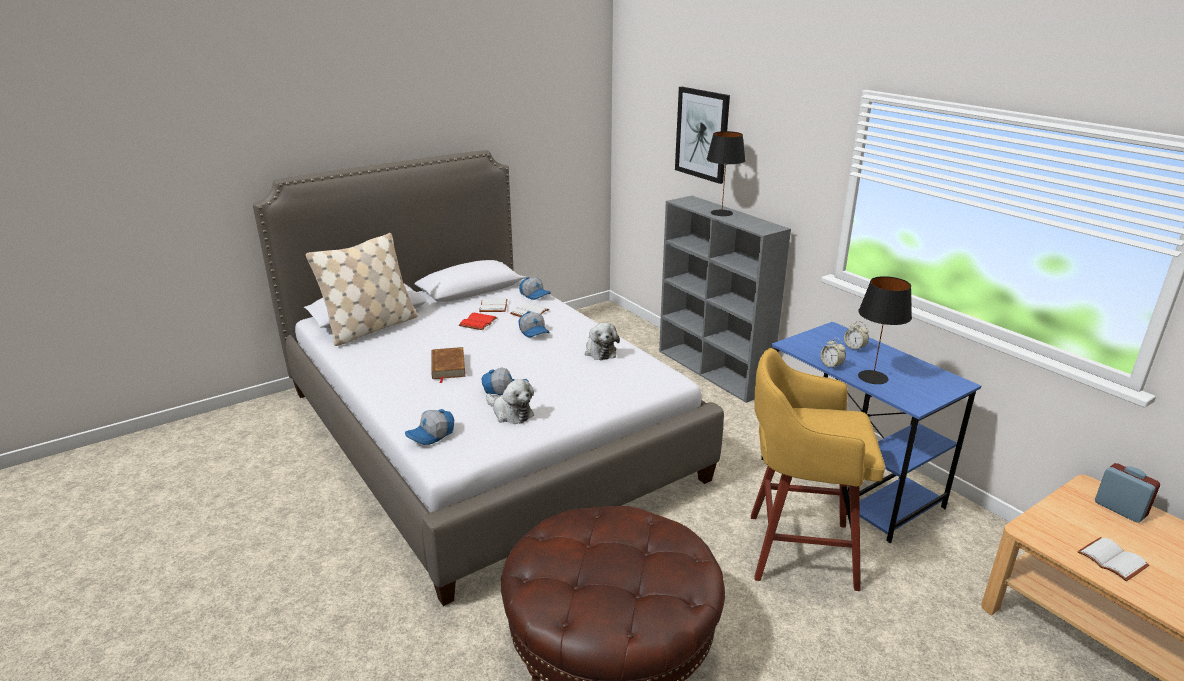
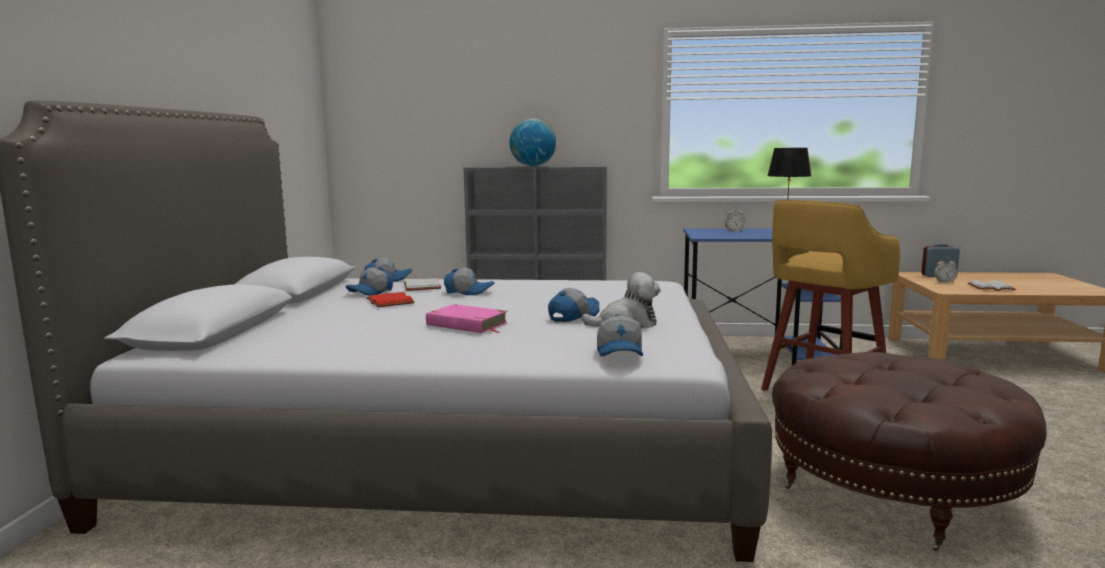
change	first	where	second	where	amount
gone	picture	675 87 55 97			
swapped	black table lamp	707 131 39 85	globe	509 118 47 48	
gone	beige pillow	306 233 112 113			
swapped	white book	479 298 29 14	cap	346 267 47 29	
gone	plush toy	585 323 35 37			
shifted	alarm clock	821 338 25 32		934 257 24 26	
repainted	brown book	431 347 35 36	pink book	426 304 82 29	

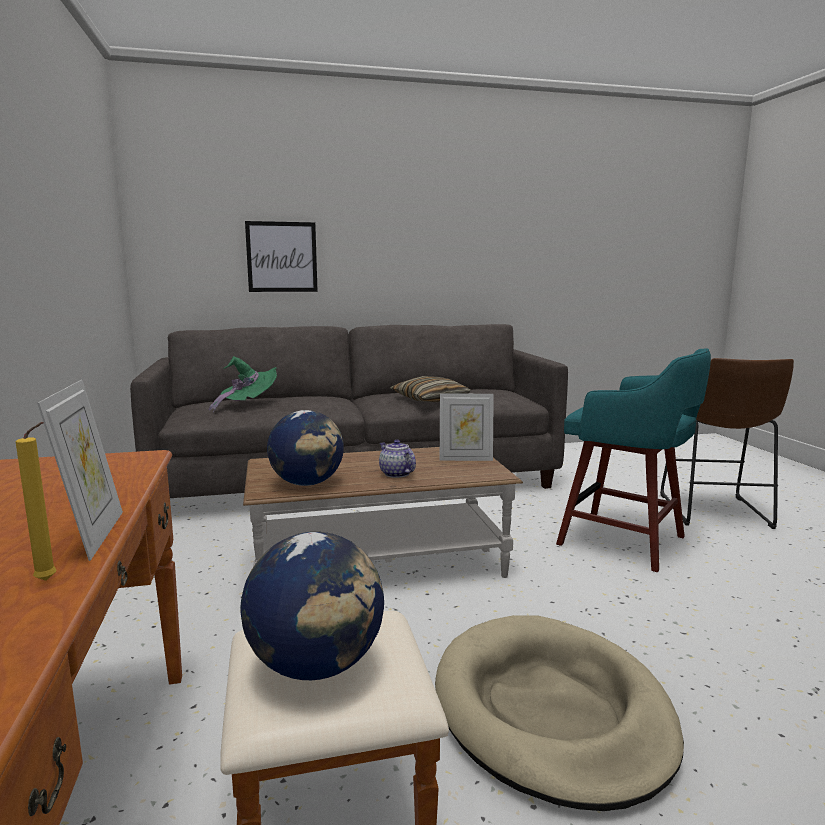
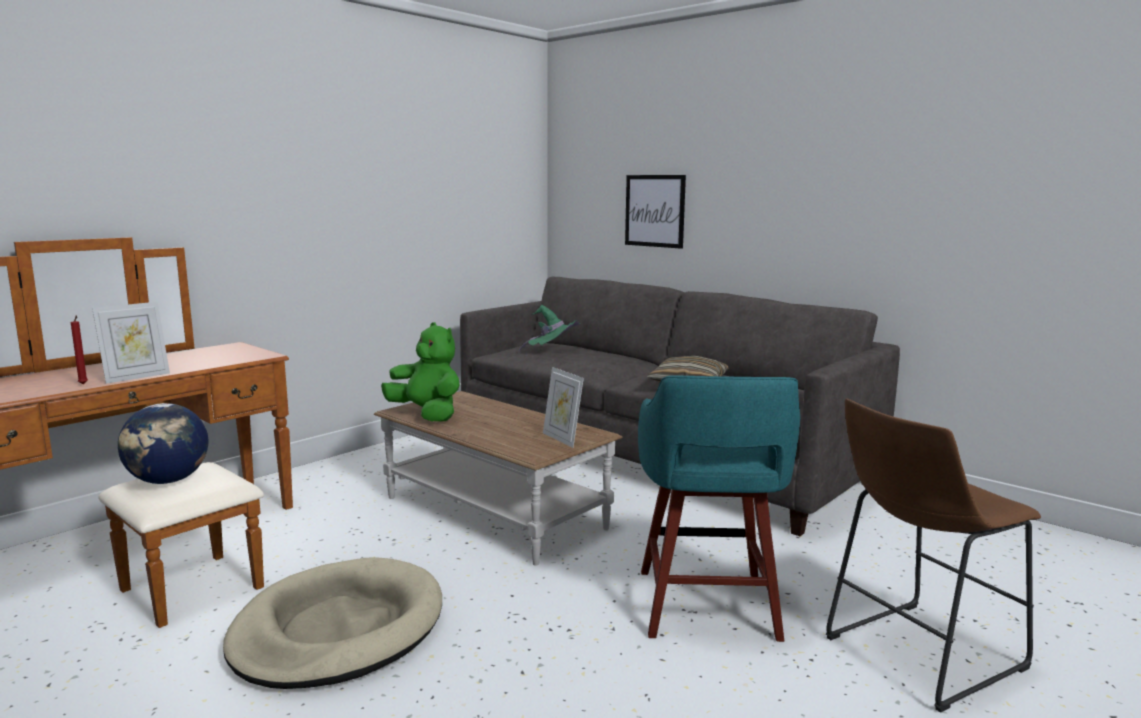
change	first	where	second	where	amount
swapped	globe	267 410 77 76	green plush toy	381 322 79 100	
repainted	yellow candle	16 422 41 159	red candle	71 316 17 68	
gone	teapot	379 440 37 38			

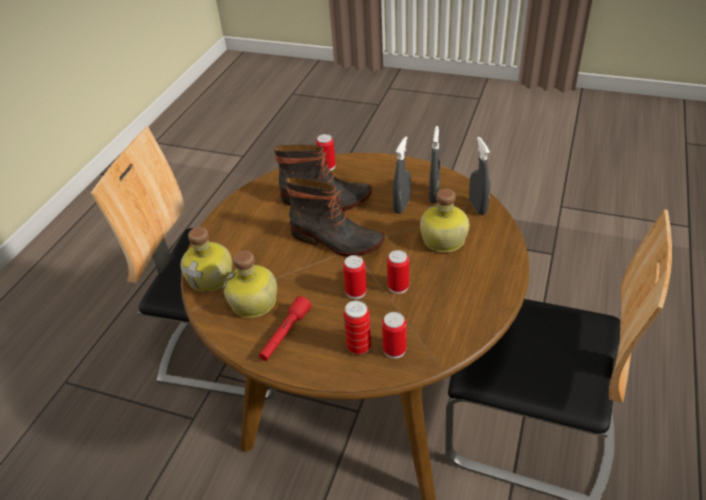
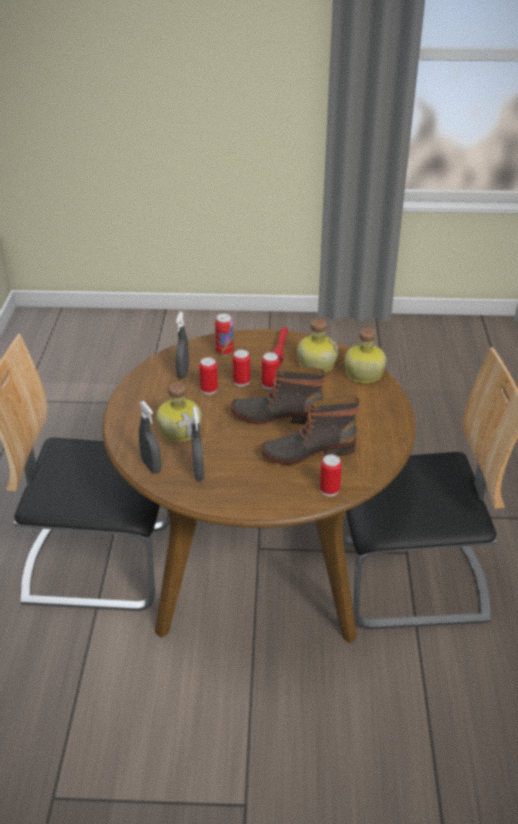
change	first	where	second	where	amount
shifted	grey spray bottle	393 136 18 78		176 312 13 67	
shifted	can	382 312 25 46		262 352 17 37	

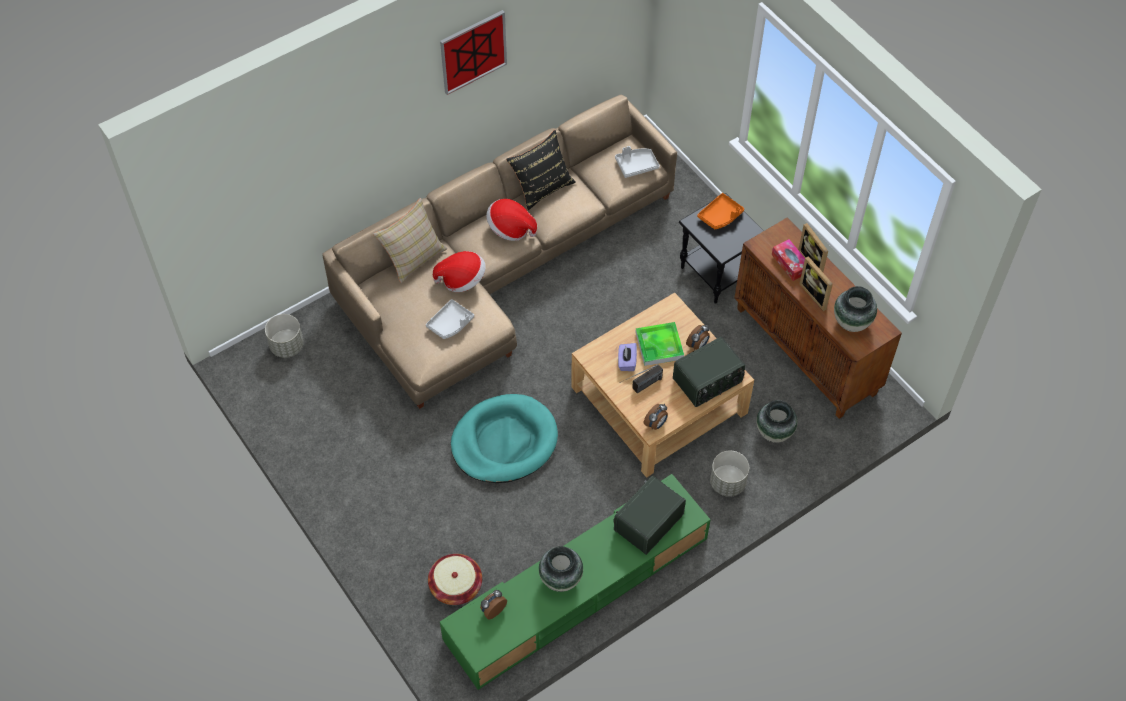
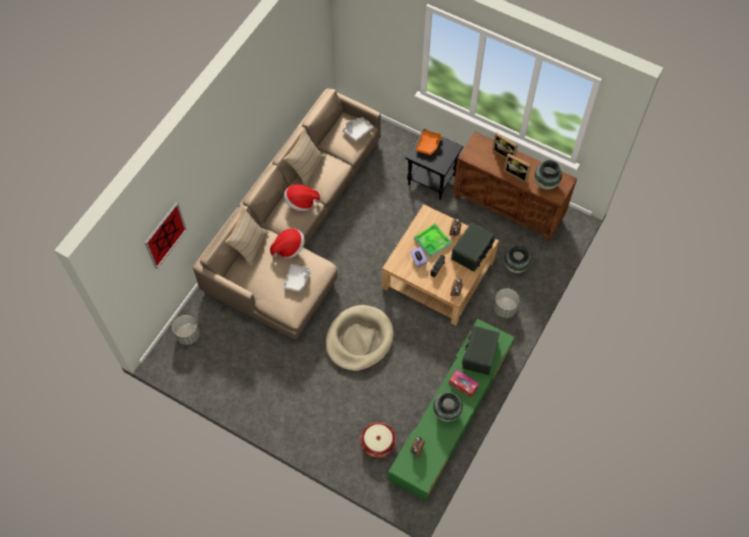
change	first	where	second	where	amount
shifted	picture	440 10 67 85		144 202 43 67	
repainted	black pillow	506 130 70 80	beige pillow	283 128 43 58	
shifted	tissue box	772 239 33 42		449 370 30 27	
repainted	turquoise dog bed	451 394 107 89	beige dog bed	325 305 69 66	

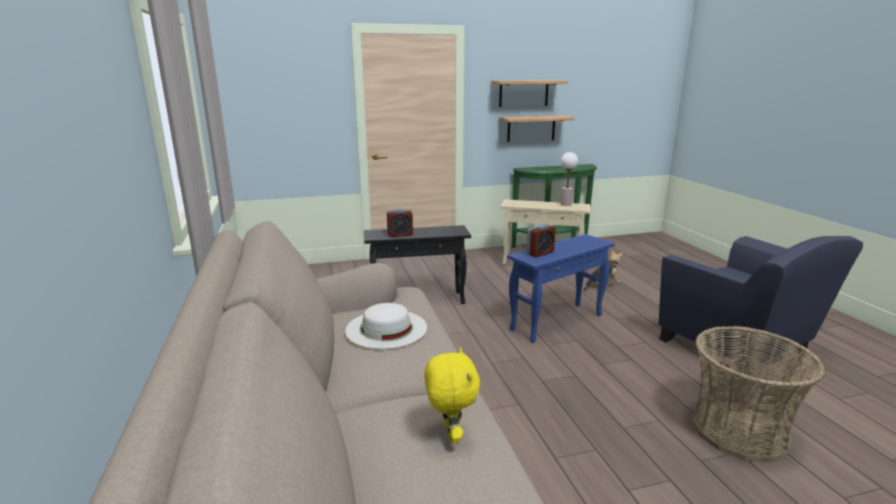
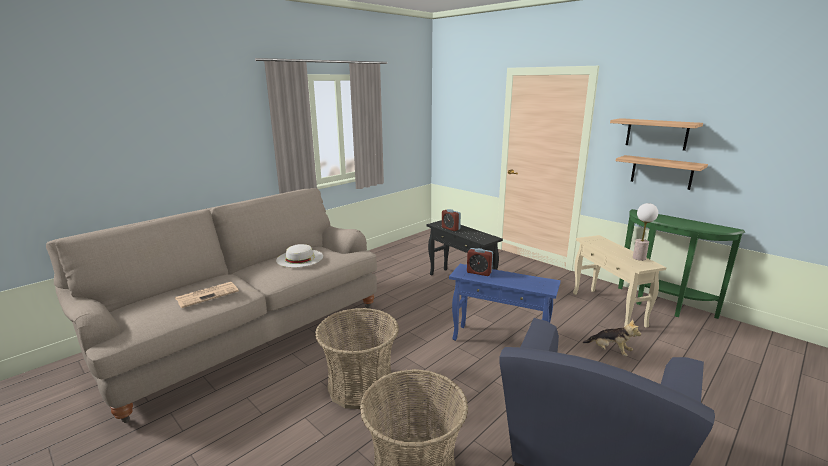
change	first	where	second	where	amount
swapped	yellow plush toy	424 348 56 95	newspaper	175 282 64 26	
new			basket	315 308 84 101	

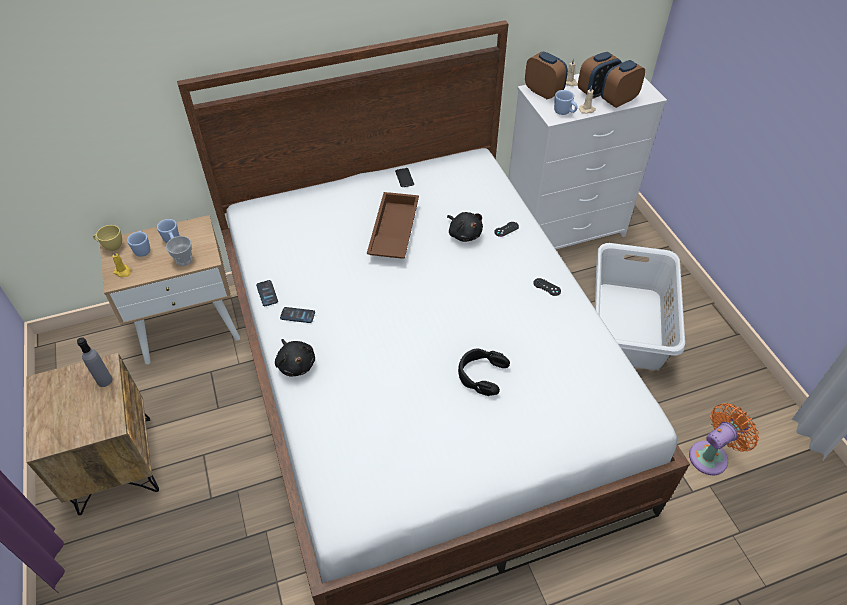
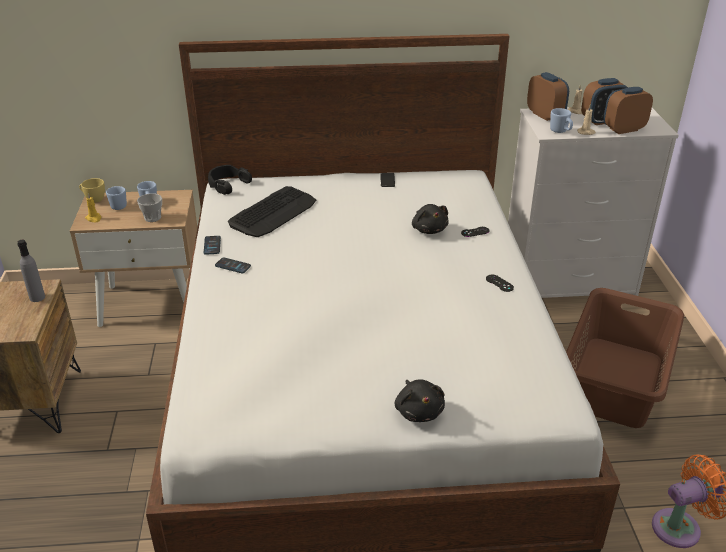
change	first	where	second	where	amount
gone	brown tray	367 192 52 67			
repainted	grey laundry basket	595 243 90 127	brown laundry basket	566 288 118 140	
shifted	black plush toy	275 339 40 38		395 379 50 43	
shifted	black headphones	458 348 52 48		208 165 44 30	
new			keyboard	228 186 88 51	

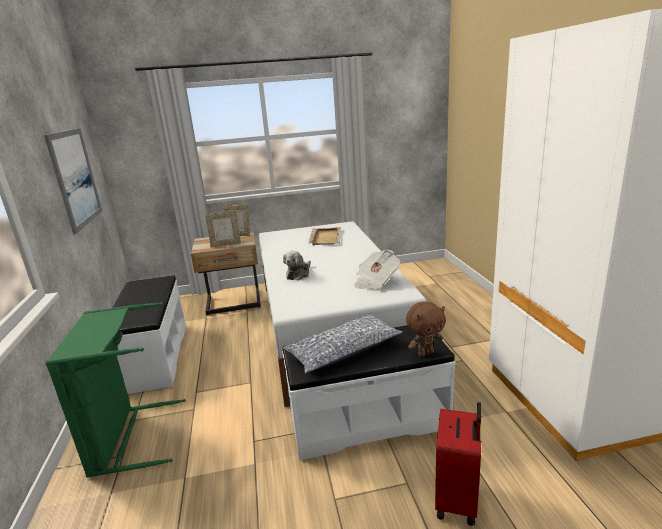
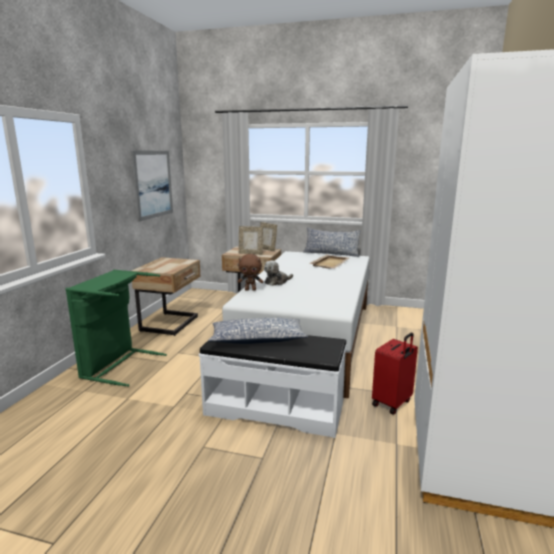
change	first	where	second	where	amount
gone	newspaper	354 250 46 39			
swapped	white bench	112 275 74 119	beige nightstand	132 257 68 79	
shifted	brown plush toy	406 301 40 56		238 254 25 37	
shifted	red suitcase	435 402 46 124		372 333 46 81	
new			pillow	303 227 58 30	

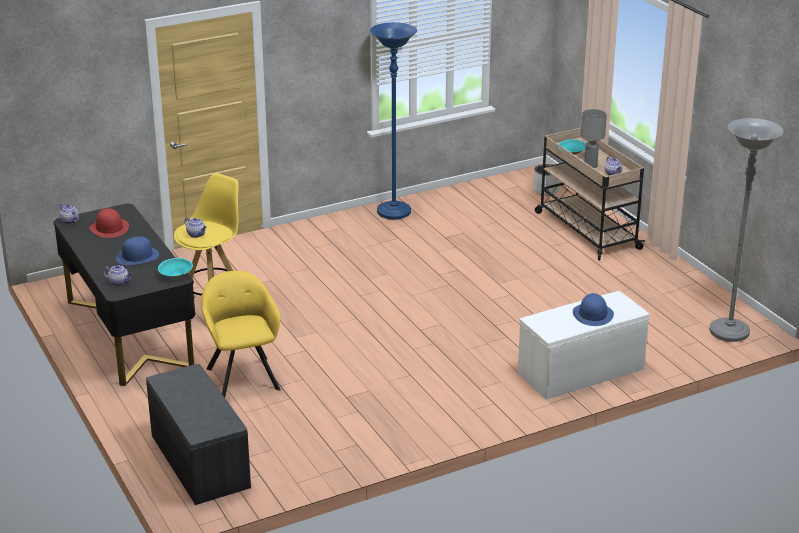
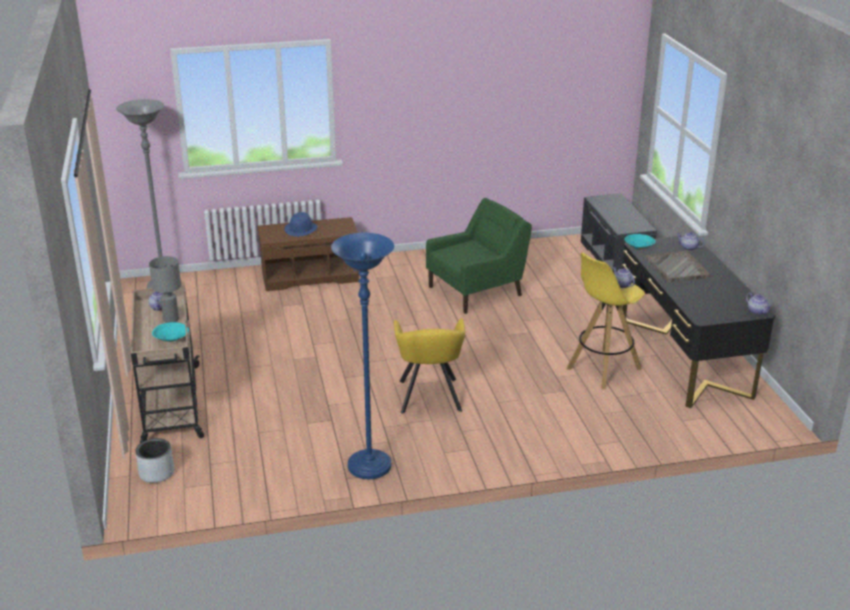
change	first	where	second	where	amount
gone	red hat	90 208 39 30			
swapped	blue hat	116 236 43 29	grey tray	645 251 65 31	
shifted	yellow armchair	201 271 80 127		394 318 71 96	
repainted	white bench	518 291 131 109	brown bench	258 217 101 74	
new			green armchair	426 198 106 116	

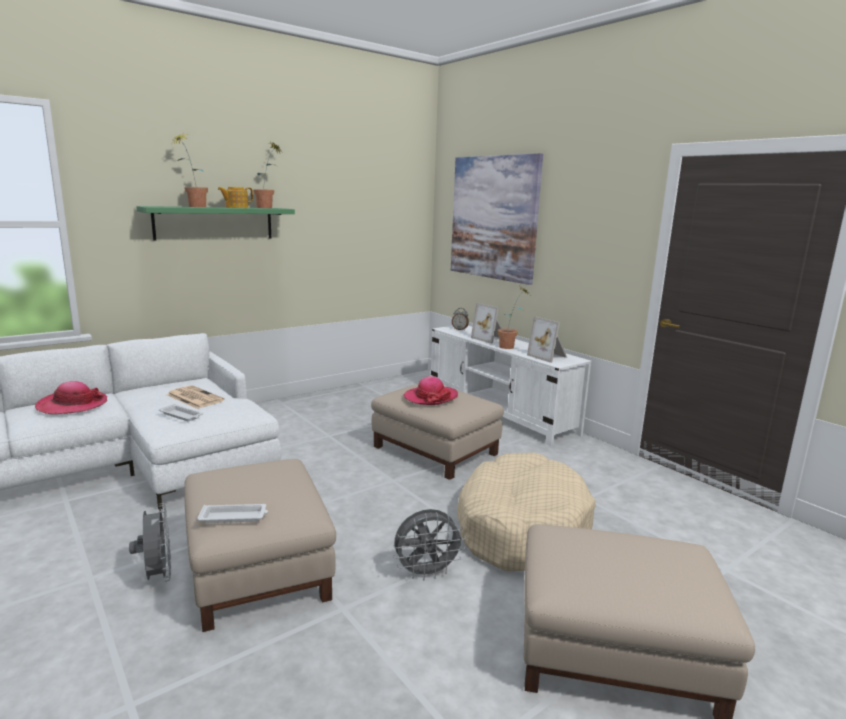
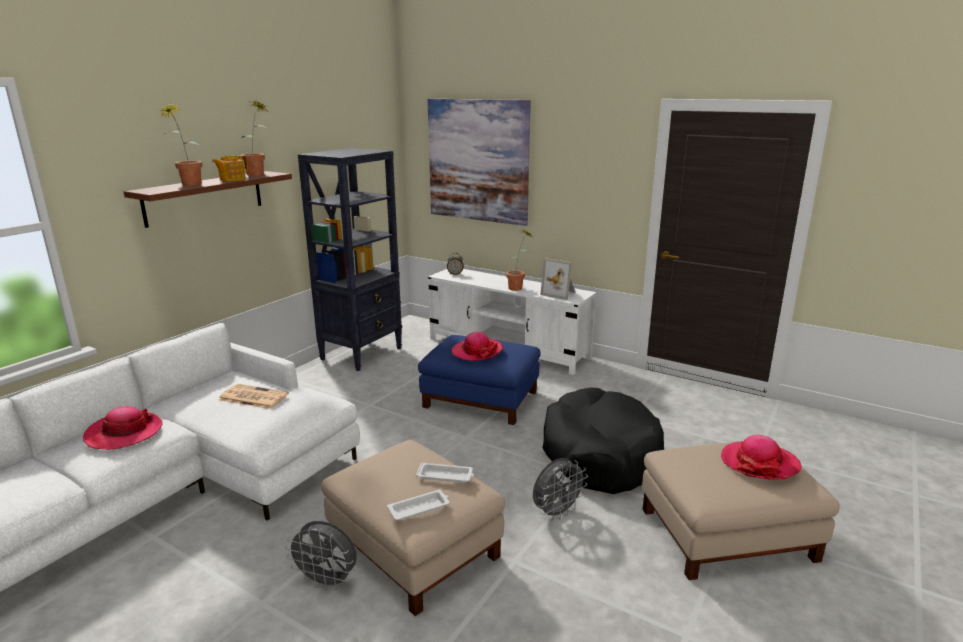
change	first	where	second	where	amount
repainted	green shelf	136 206 159 34	brown shelf	124 171 168 57	
gone	picture frame	471 303 31 41			
repainted	beige ottoman	371 384 133 96	blue ottoman	418 335 123 90	
shifted	white tray	159 404 44 17		416 462 58 21	
repainted	beige dog bed	457 452 139 119	black dog bed	542 387 122 107	
rotated	grey fan	129 503 42 79		285 521 72 70	150 degrees clockwise
new			black bookcase	298 148 104 223	
new			hat	721 435 81 45	

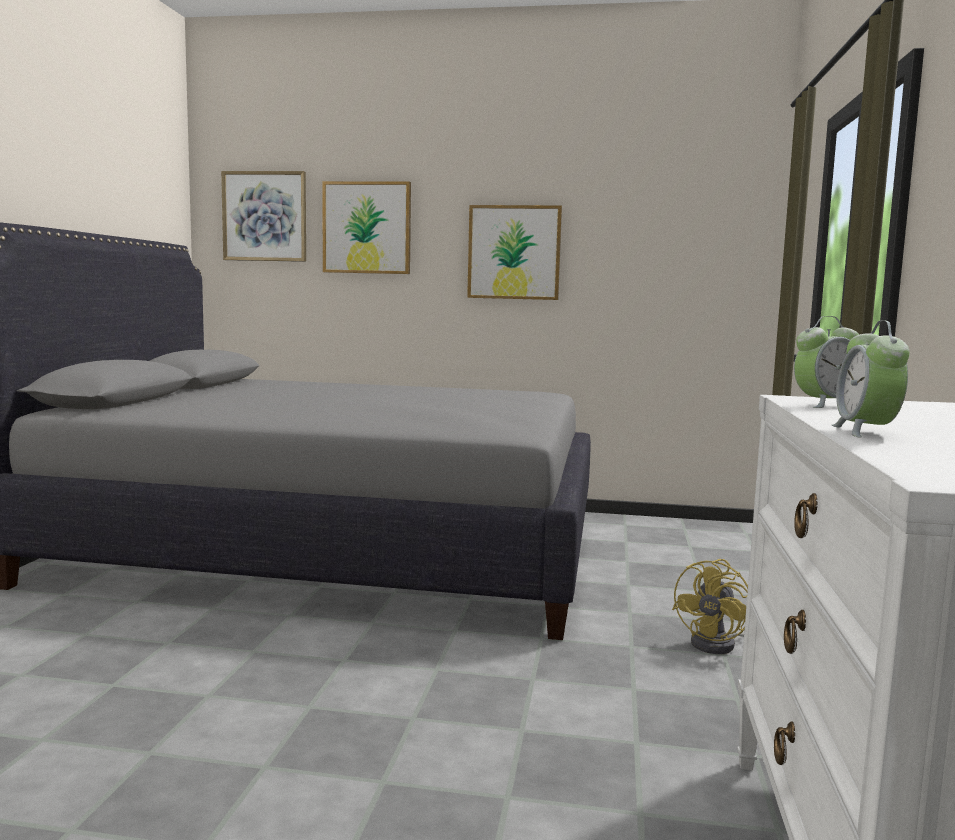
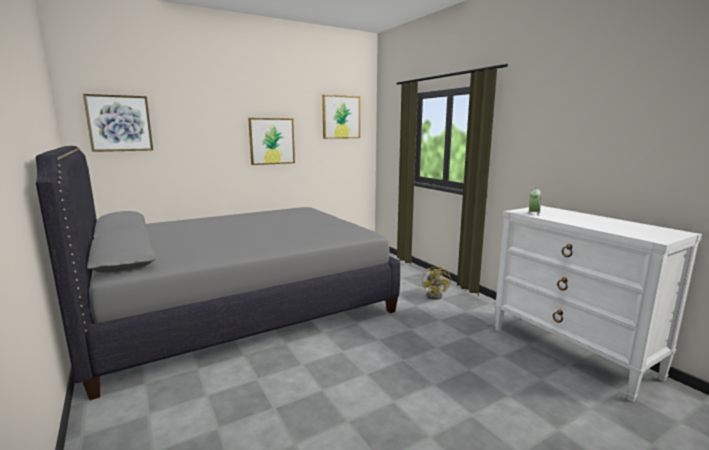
change	first	where	second	where	amount
shifted	picture	322 181 89 93		322 95 38 44	
gone	alarm clock	831 320 79 118			

